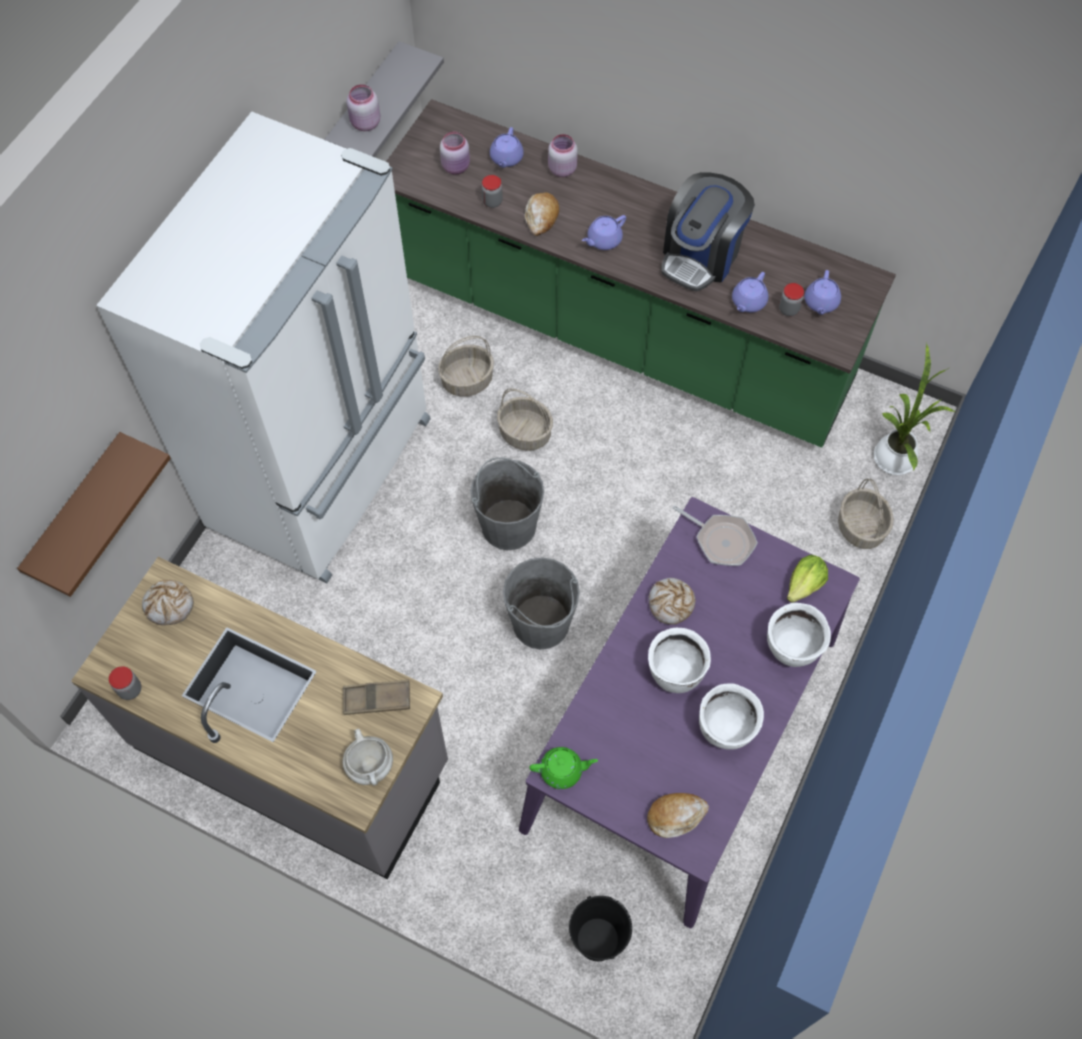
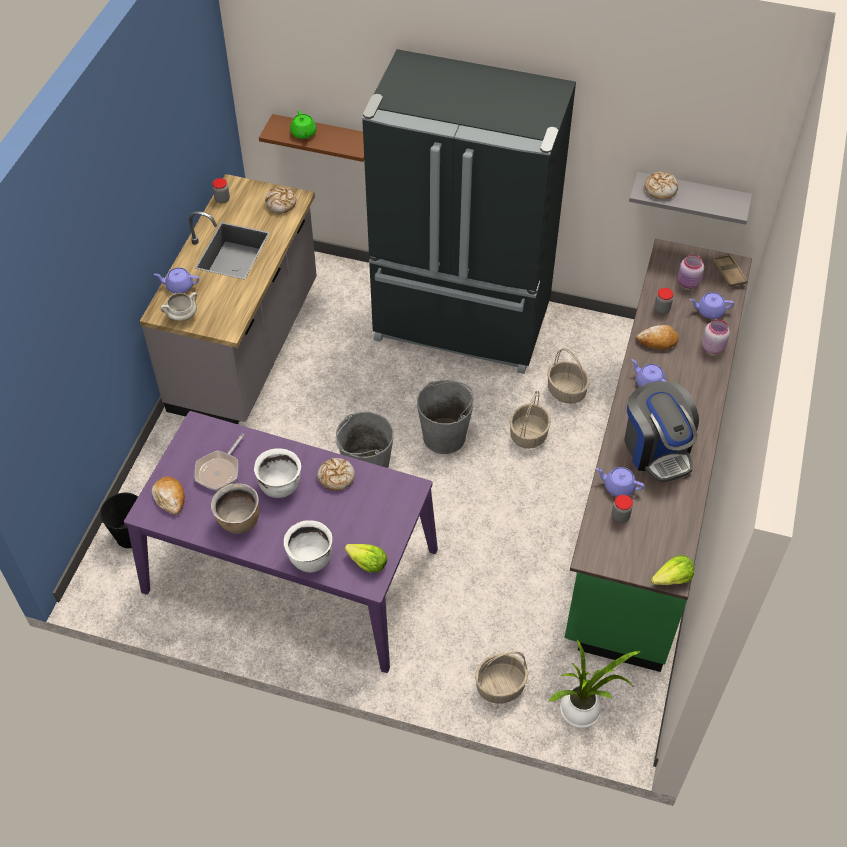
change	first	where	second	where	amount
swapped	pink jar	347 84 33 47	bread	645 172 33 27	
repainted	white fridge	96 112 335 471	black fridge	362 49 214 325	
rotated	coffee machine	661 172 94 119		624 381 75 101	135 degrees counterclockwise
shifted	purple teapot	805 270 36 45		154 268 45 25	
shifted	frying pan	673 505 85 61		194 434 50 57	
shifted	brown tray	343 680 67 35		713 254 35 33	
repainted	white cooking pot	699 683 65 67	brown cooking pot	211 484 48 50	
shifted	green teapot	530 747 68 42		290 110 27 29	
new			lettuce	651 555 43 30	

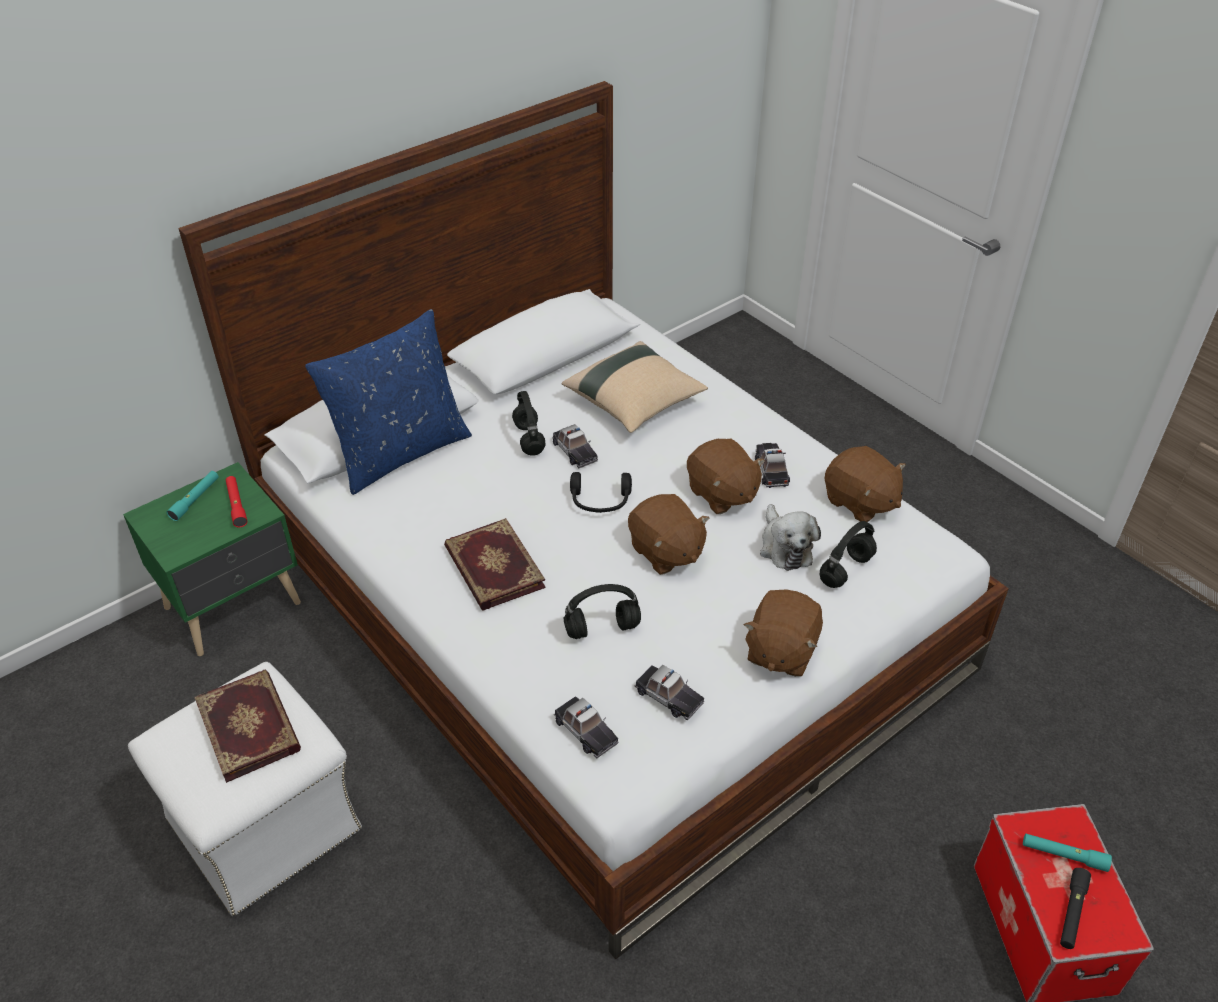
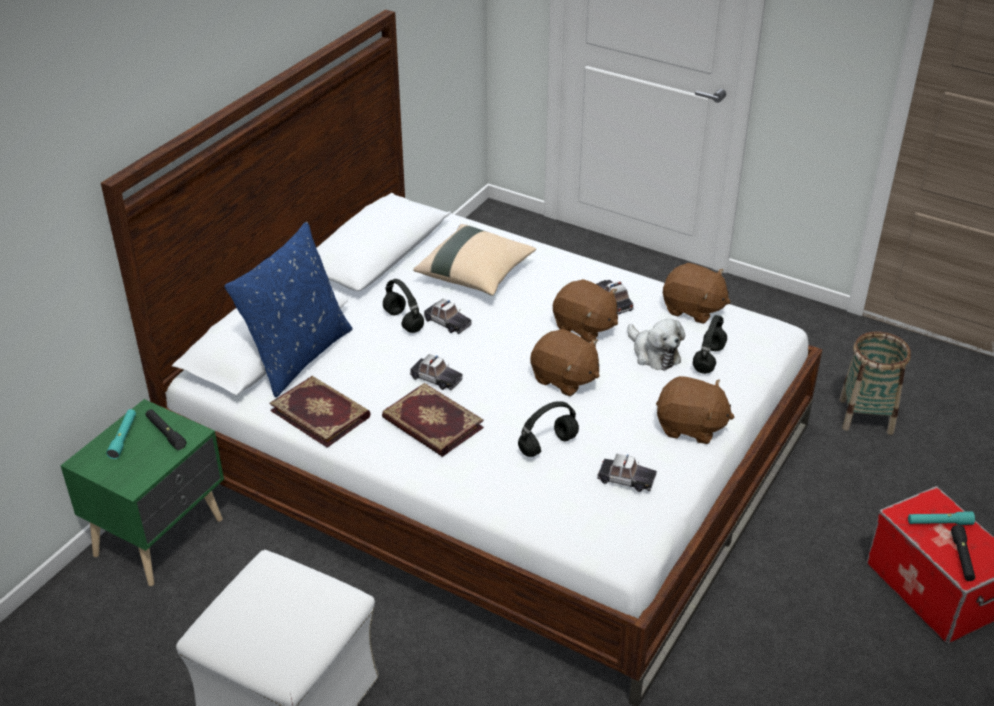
change	first	where	second	where	amount
gone	black headphones	570 472 62 41			
repainted	red flashlight	226 476 21 51	black flashlight	146 409 40 41	
rotated	brown plush toy	744 589 79 88		656 376 78 68	75 degrees counterclockwise
shifted	book	195 670 106 113		269 376 102 72	
shifted	toy car	554 696 65 63		410 354 53 36	
new			basket	839 332 72 103	

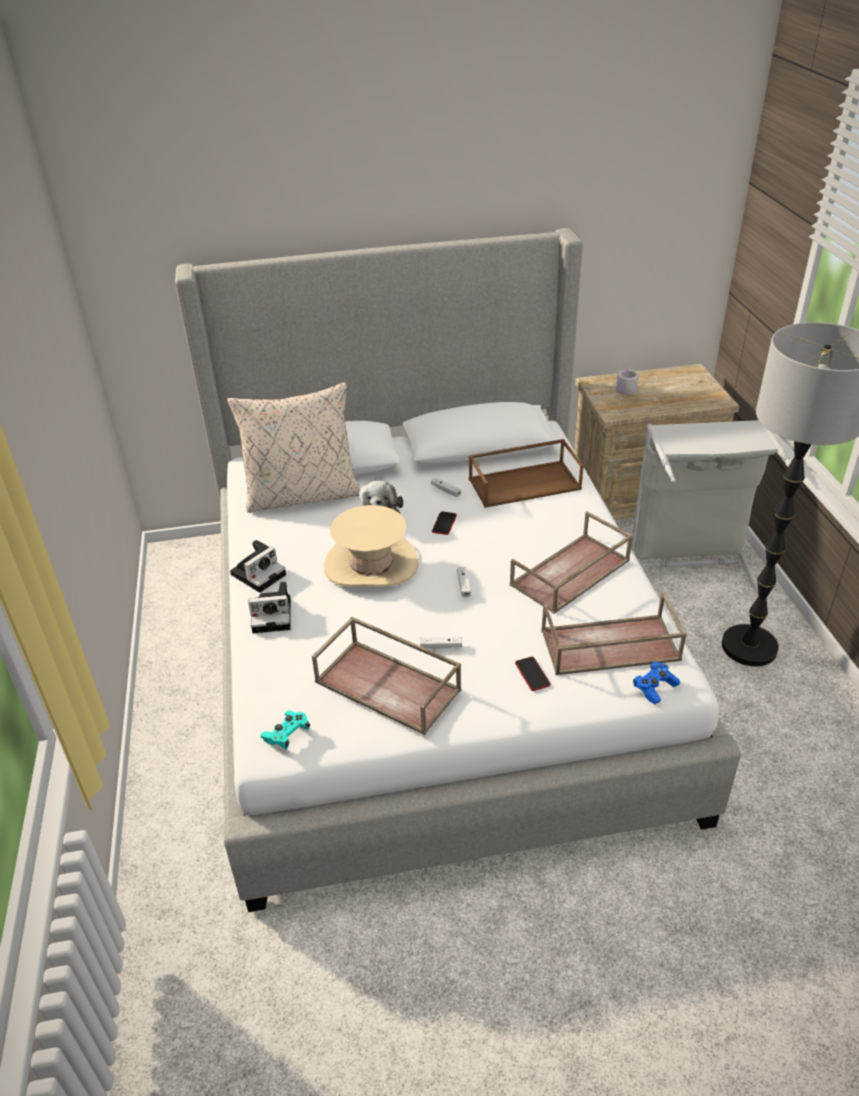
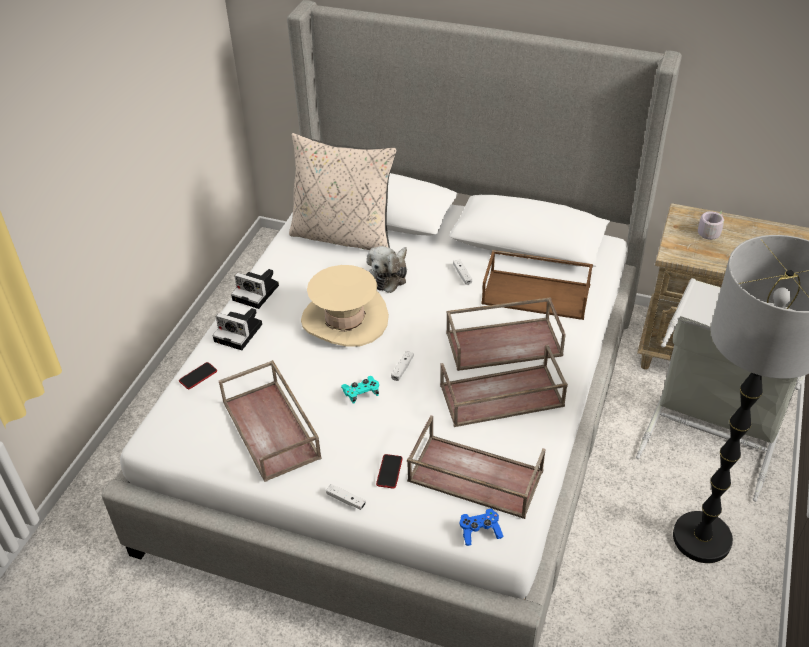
change	first	where	second	where	amount
shifted	phone	432 511 25 24		179 362 38 27	
rotated	photo camera	230 540 56 53		231 269 48 40	45 degrees clockwise
shifted	white game controller	420 637 42 12		326 484 40 26	
shifted	turquoise game controller	261 711 49 39		341 376 38 28	
new			brown tray	446 297 120 74	

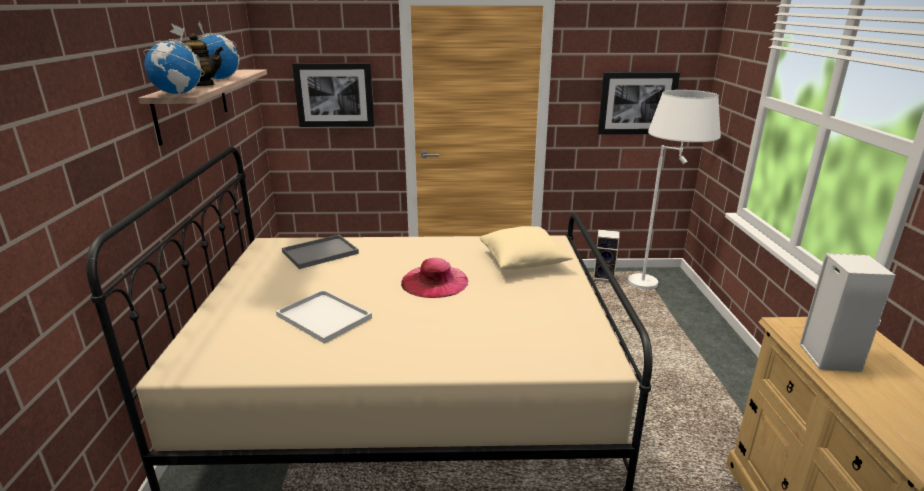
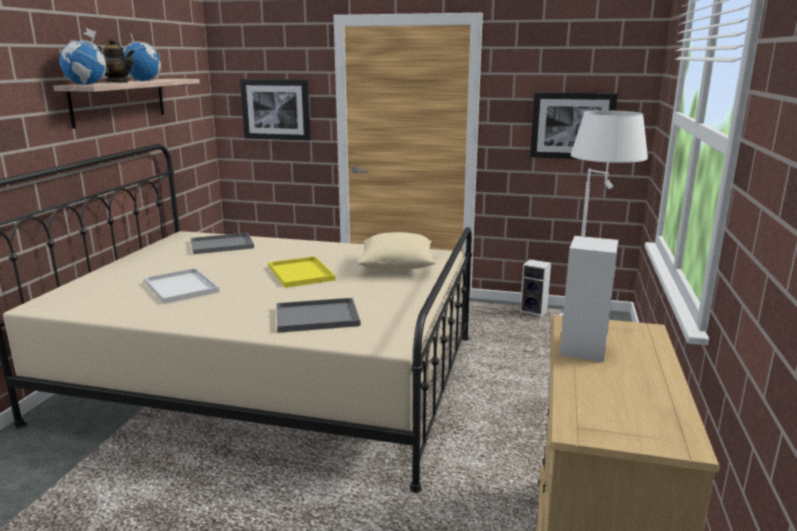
change	first	where	second	where	amount
swapped	pink hat	401 258 67 40	yellow tray	269 256 67 32	
new			grey tray	276 298 84 35	

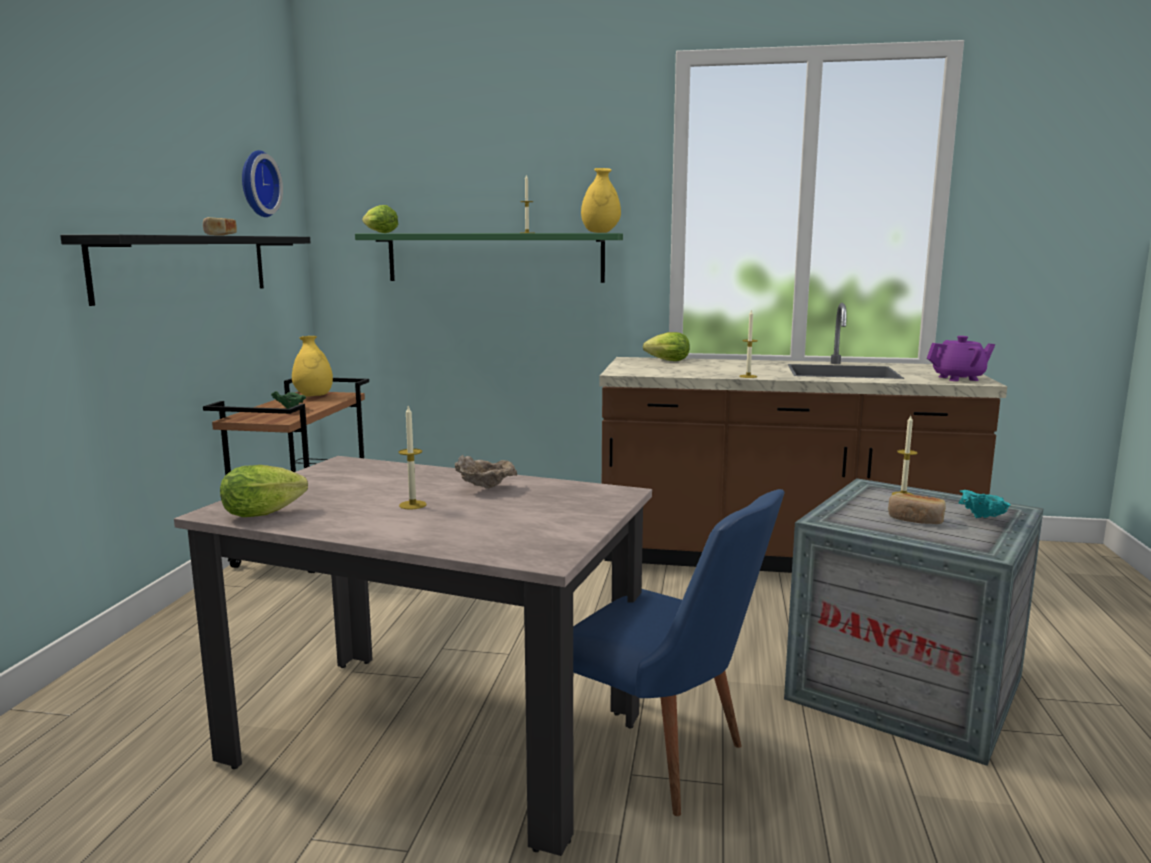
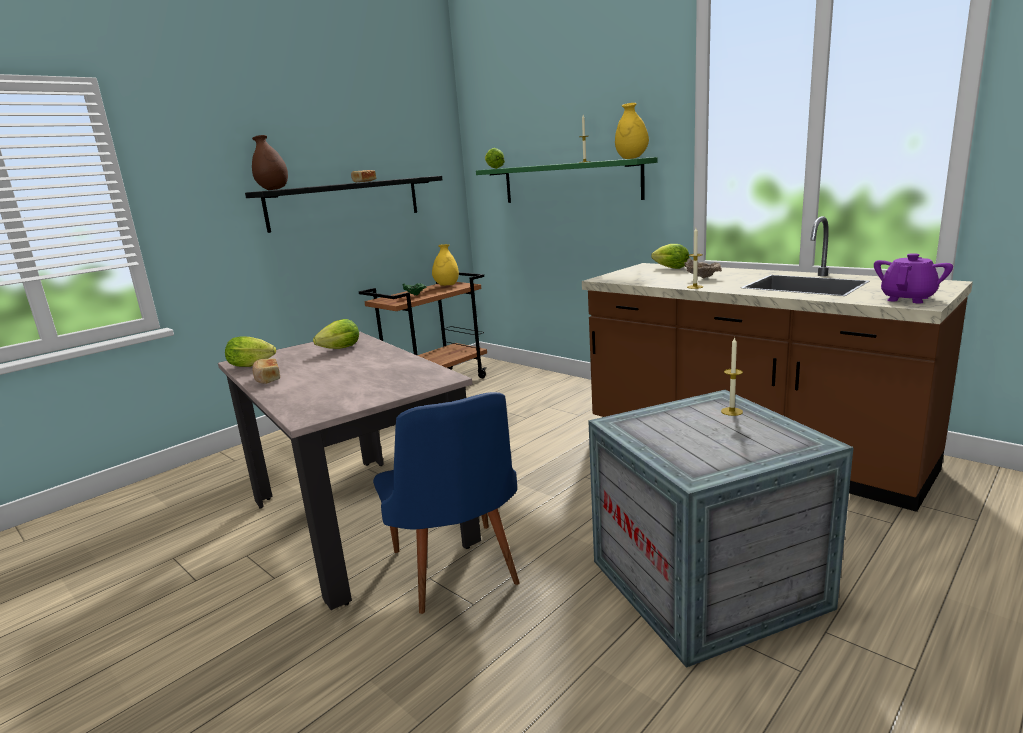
change	first	where	second	where	amount
gone	wall clock	242 150 41 67			
rotated	purple teapot	927 336 68 45		874 253 79 50	75 degrees counterclockwise
gone	candle	399 405 28 105			
shifted	beige bowl	455 455 62 34		684 258 38 21	
gone	turquoise bowl	958 490 53 28			
shifted	bread	888 493 58 31		252 358 28 26	
new			brown vase	252 135 36 55	
new			lettuce	313 319 46 30	

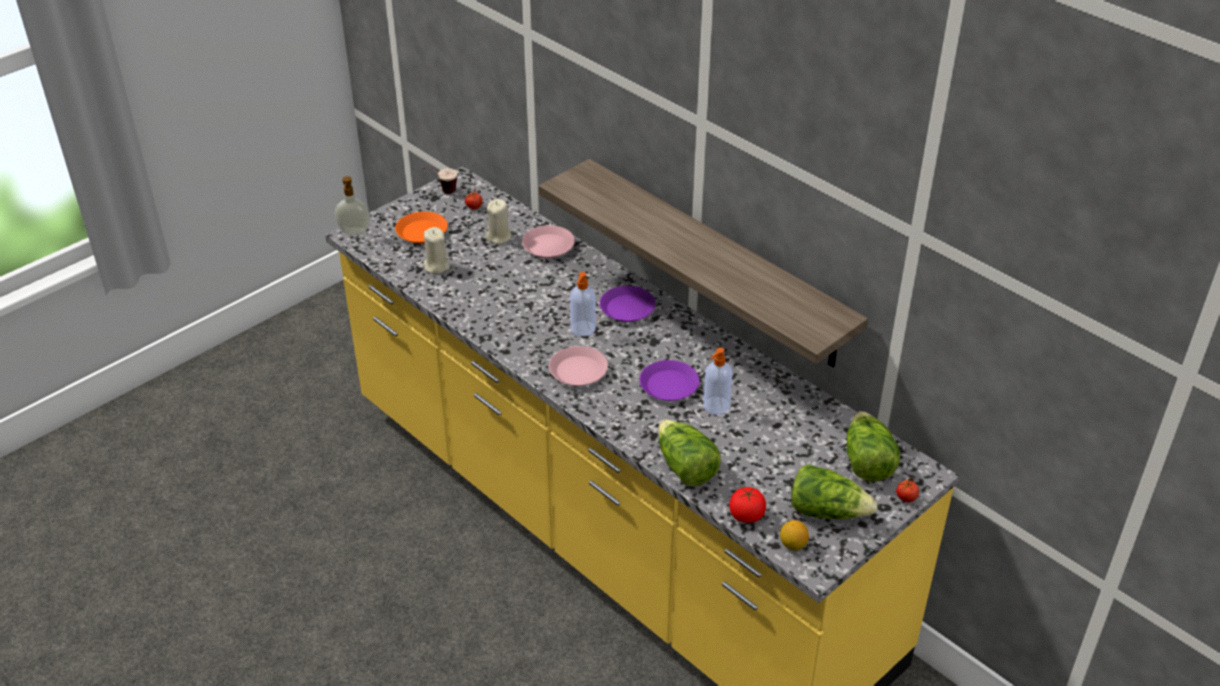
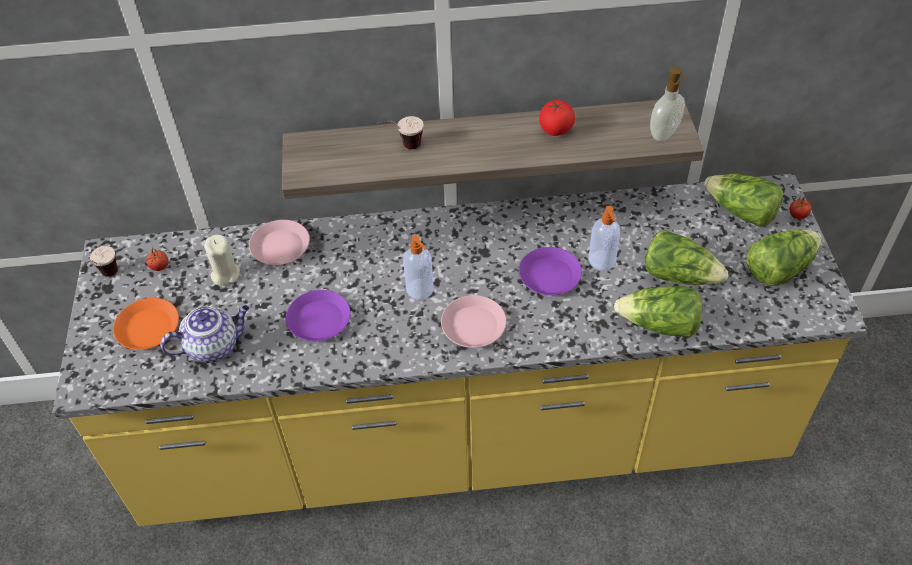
change	first	where	second	where	amount
shifted	soap dispenser	335 176 35 59		650 67 39 74	
swapped	beige candle	423 227 27 47	teapot	160 305 90 58	
shifted	purple plate	600 286 56 36		286 290 65 51	
shifted	tomato	729 487 37 36		539 100 36 36	
gone	lemon	780 520 29 30			
new			cup	377 116 46 33	
new			lettuce	645 230 83 55	

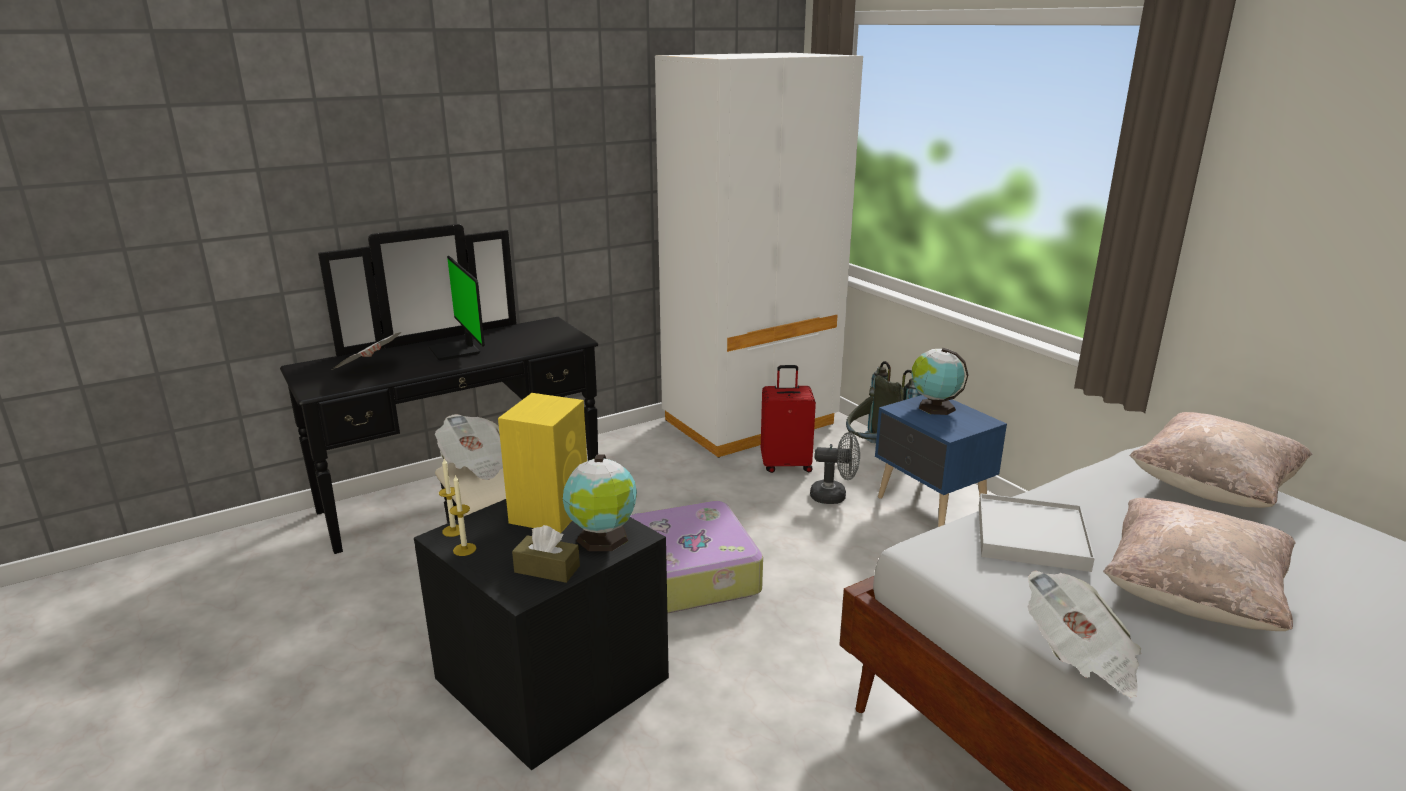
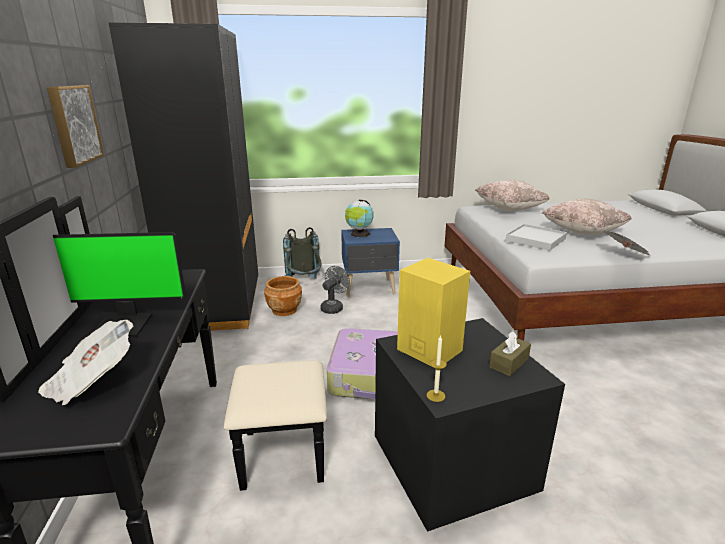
change	first	where	second	where	amount
repainted	white wardrobe	655 53 208 405	black wardrobe	108 22 150 309	
swapped	red suitcase	761 365 55 108	brown planter	264 276 38 40	
gone	newspaper	435 414 68 66			
gone	globe	563 454 74 97			
gone	candle	450 474 26 82			
new			picture	47 85 57 83	

